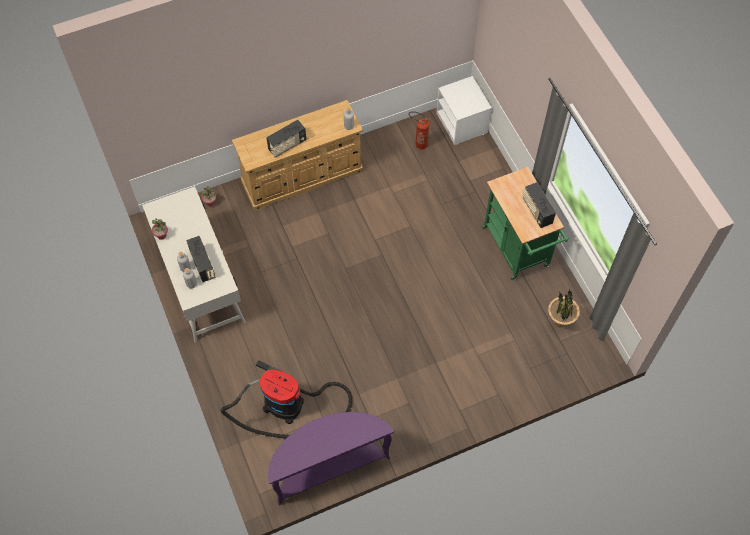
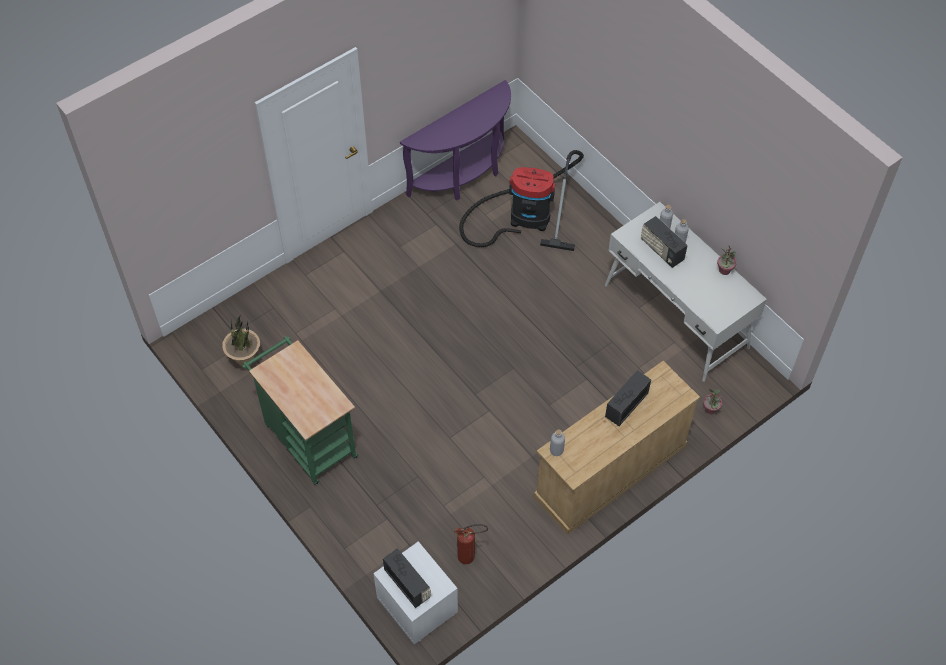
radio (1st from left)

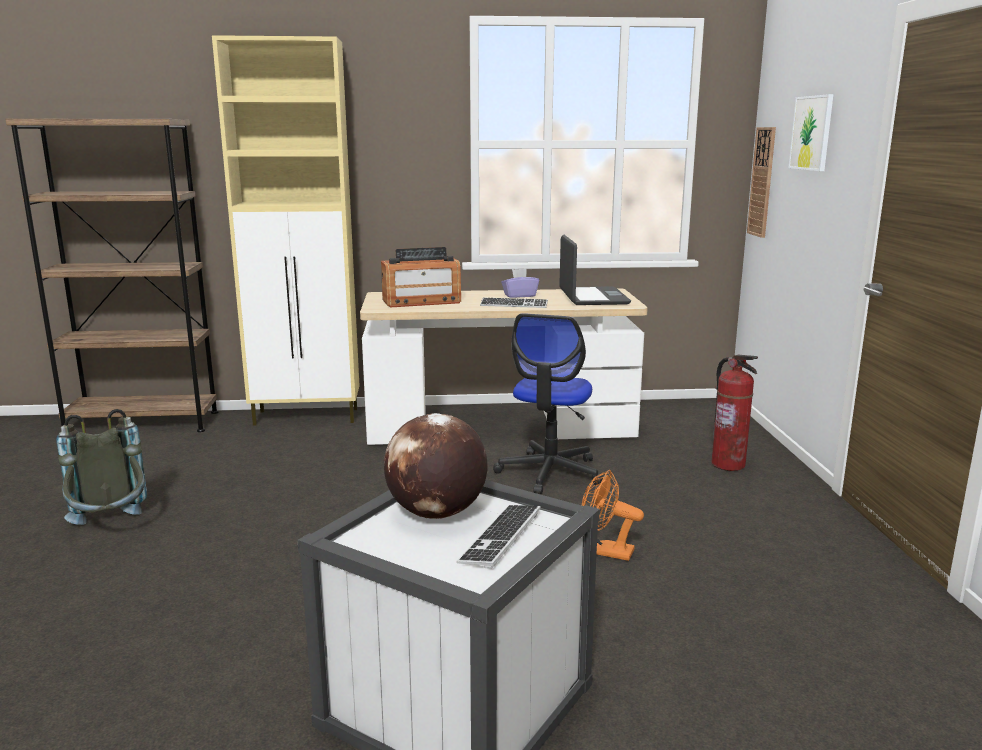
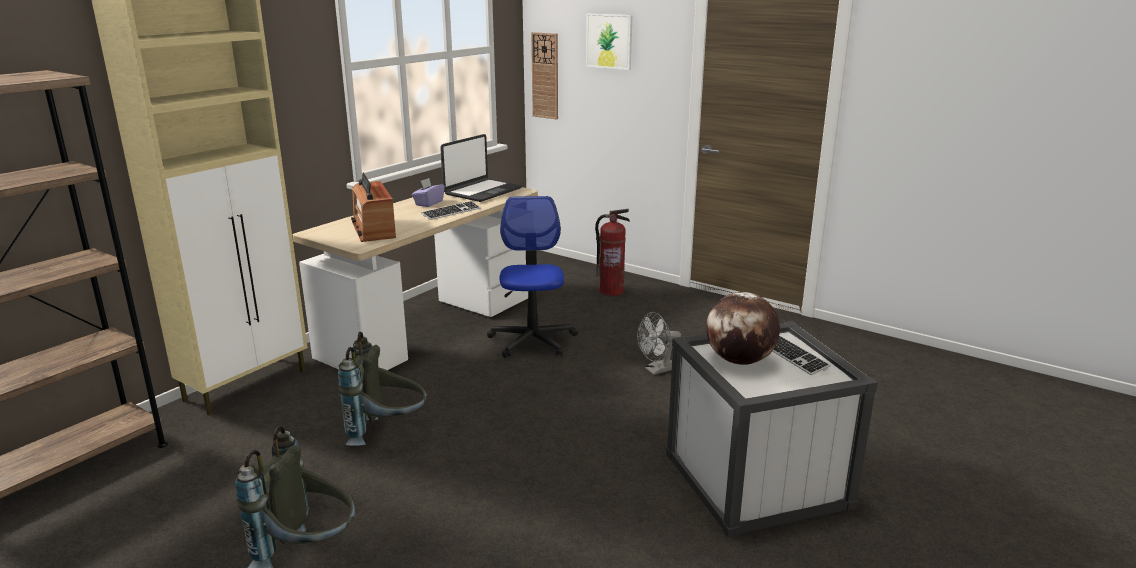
ordinateur portable
radio
chaise de bureau
ventilateur [gris]
sac à dos [gris] (2nd from left)

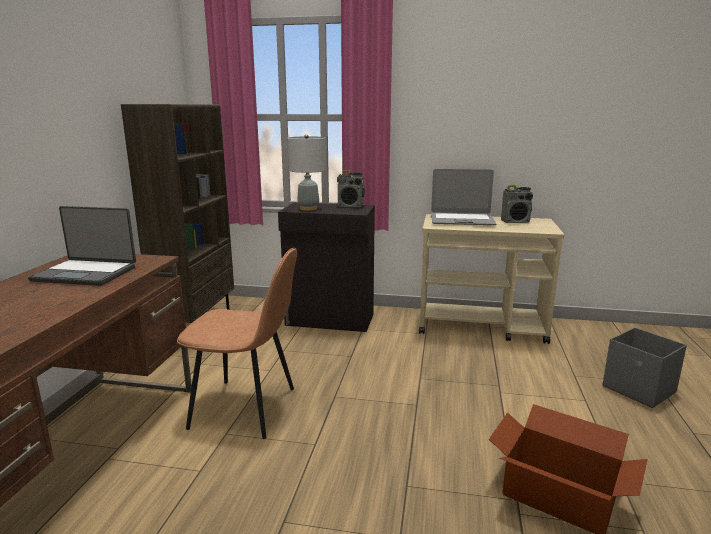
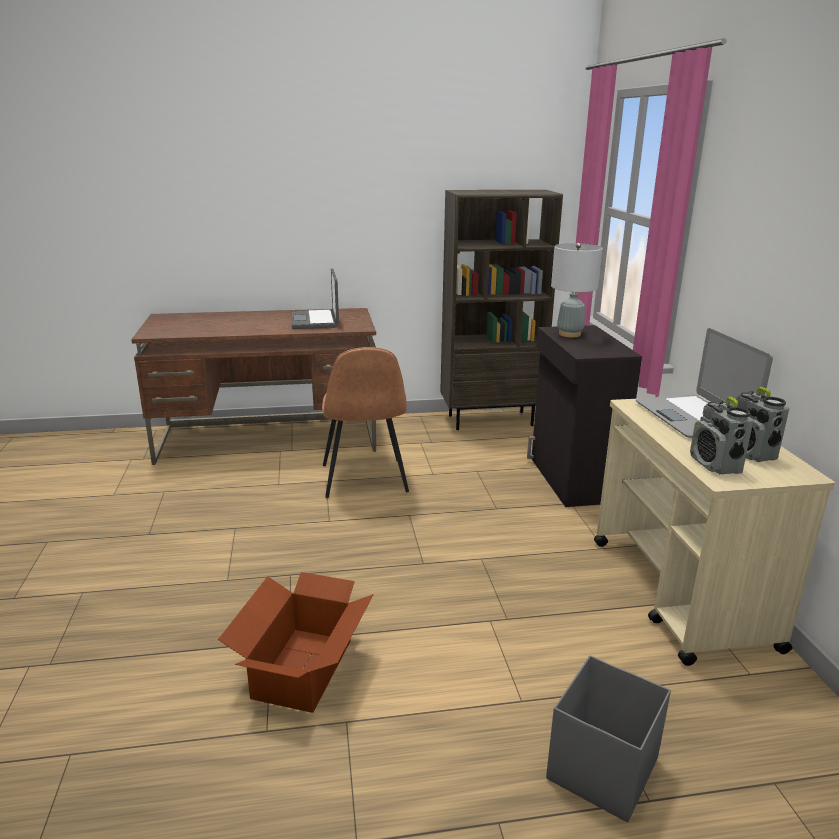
radio (1st from left)

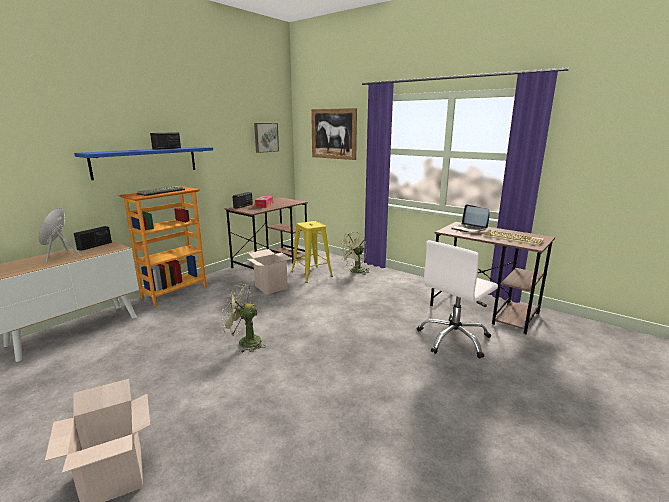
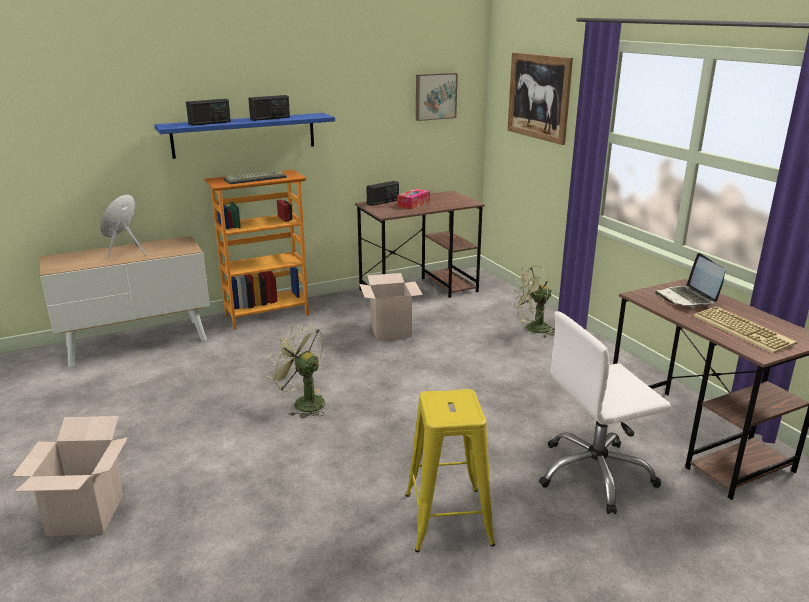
tabouret [jaune]
radio (1st from left)

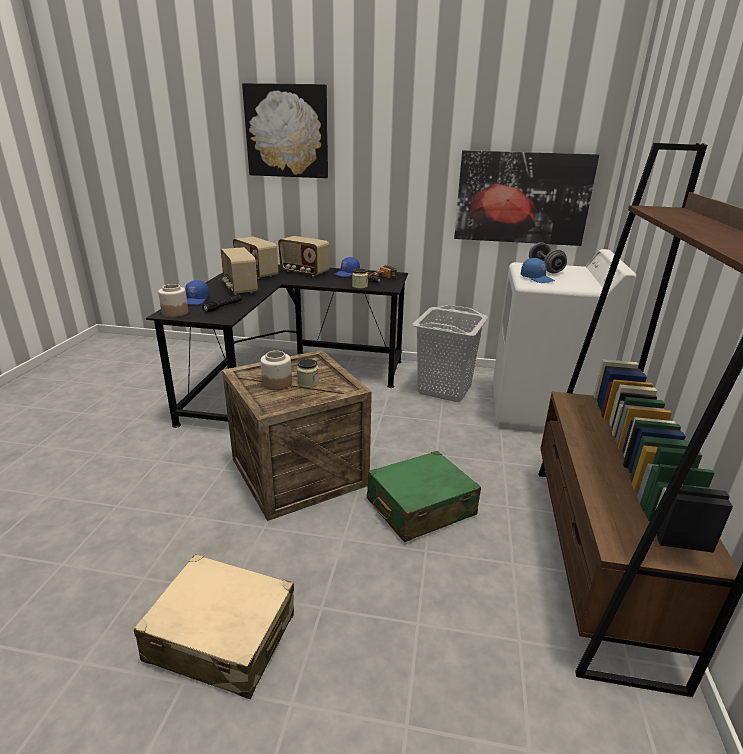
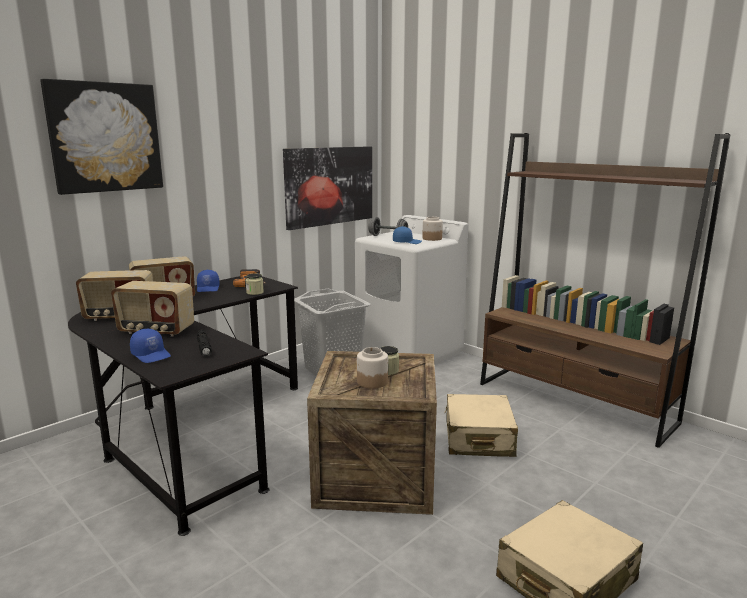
bocal (4th from left)
valise [beige] (1st from left)

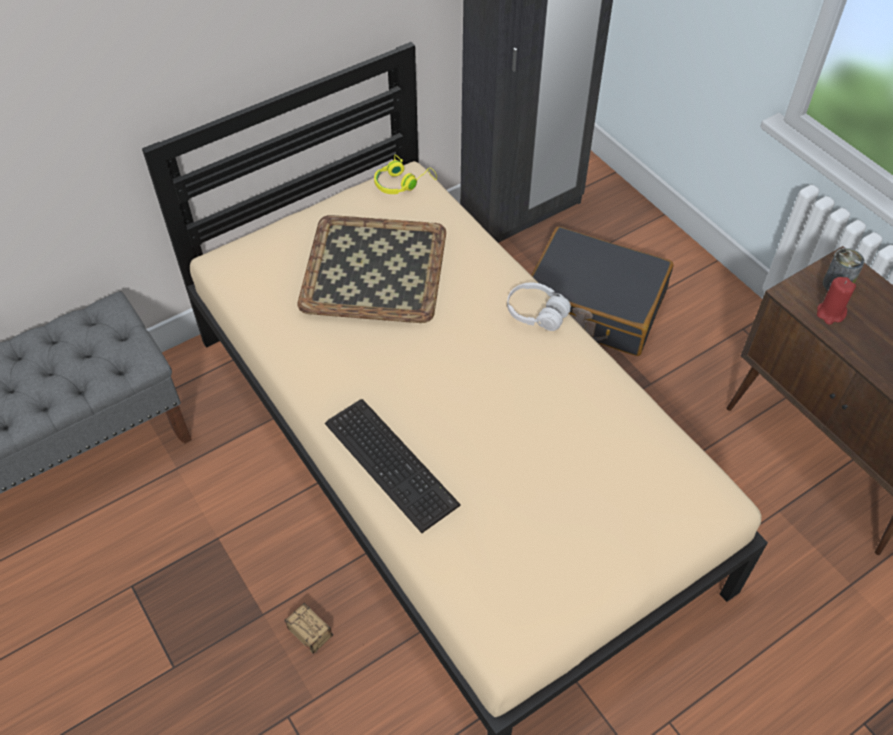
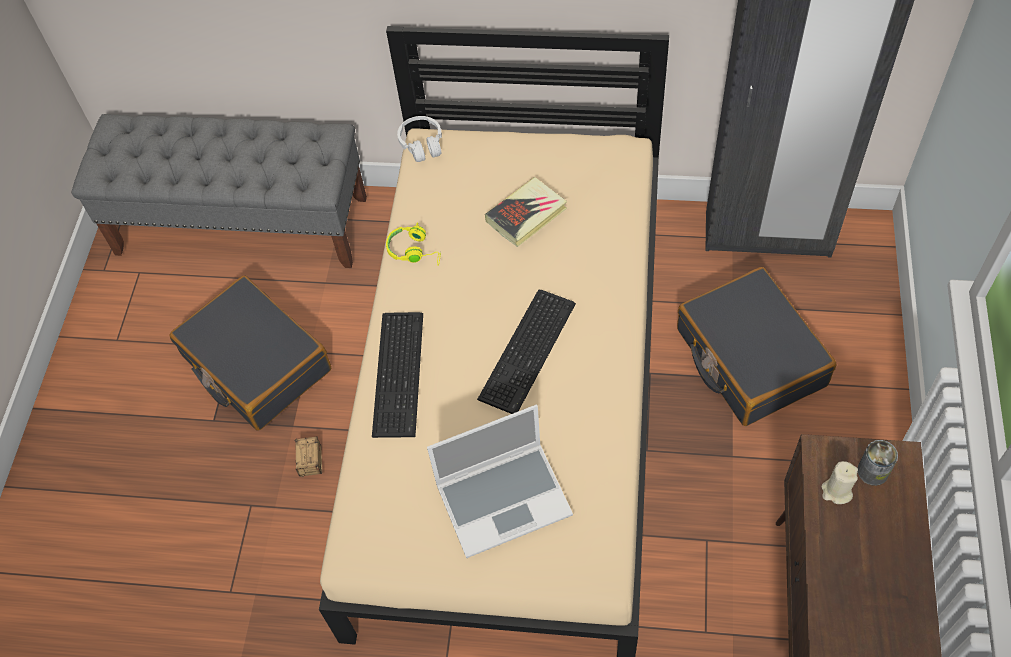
casque audio [jaune]
livre
bougie [beige]
casque audio [blanc]
valise [noir] (1st from left)
clavier (2nd from left)
ordinateur portable

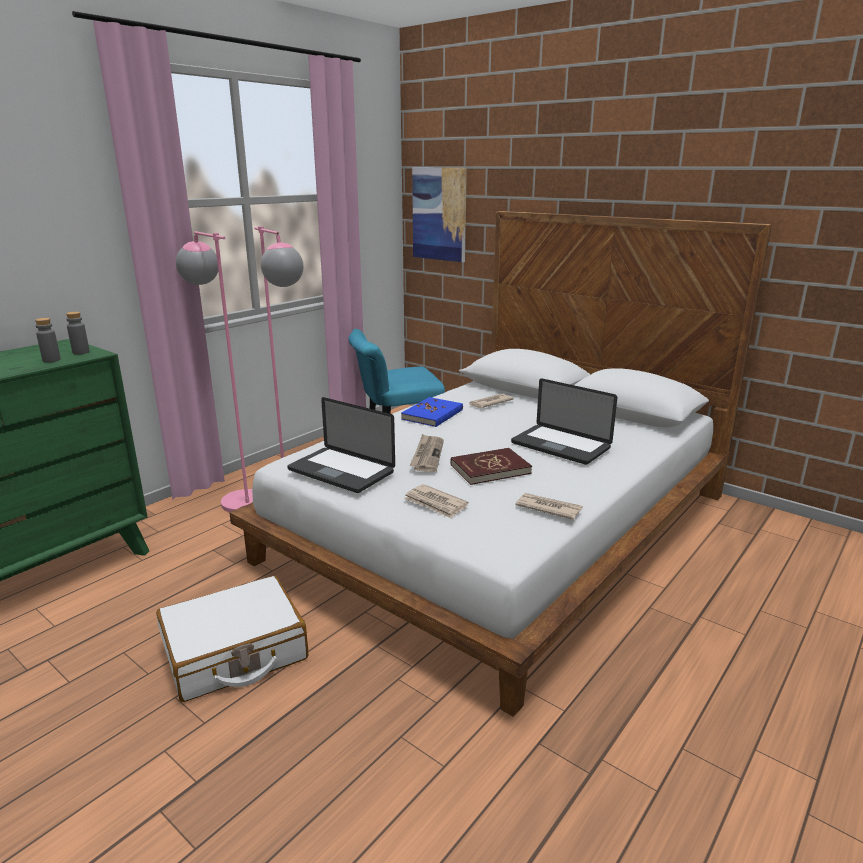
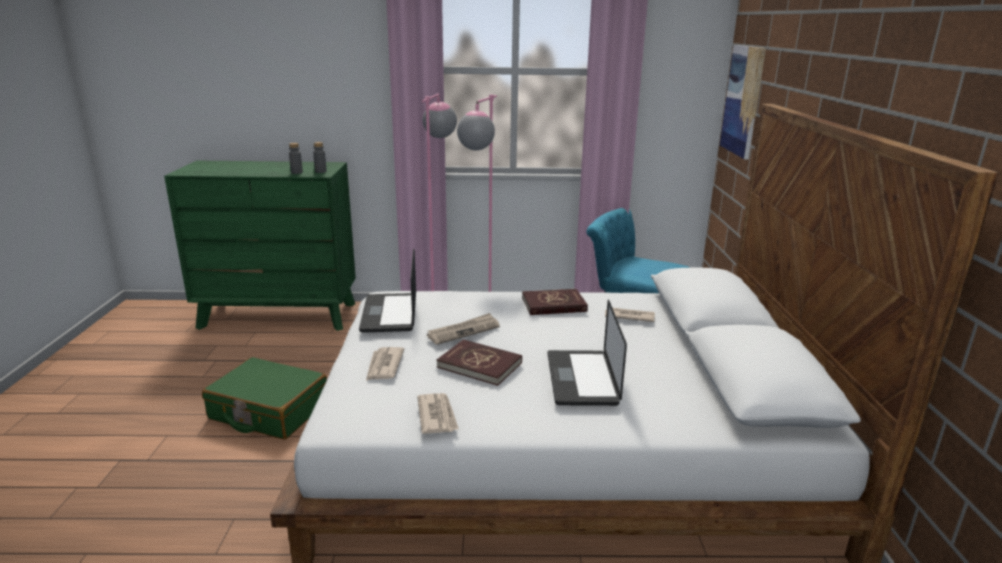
livre [rouge] (2nd from left)
valise [vert]

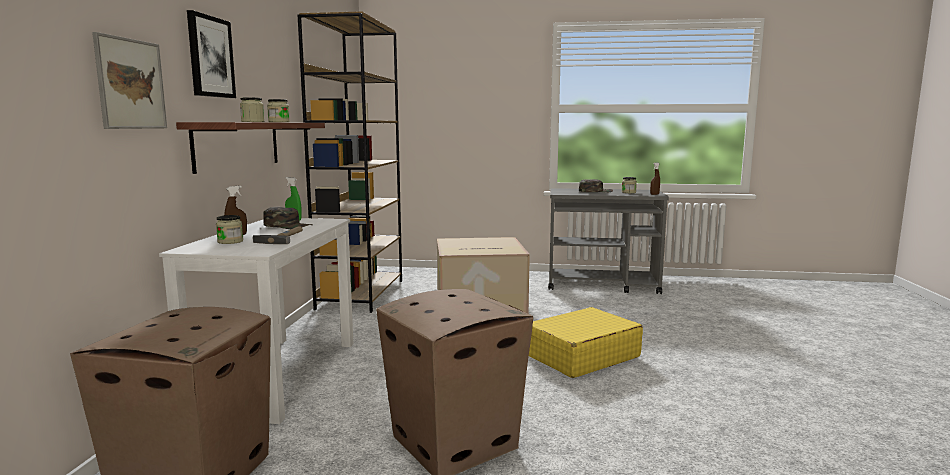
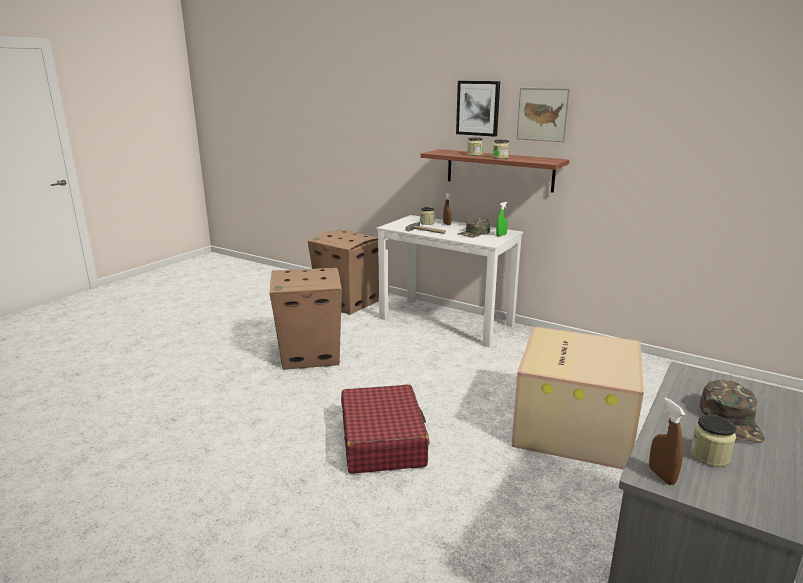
bibliothèque [marron]
tableau (2nd from left)
valise [rouge]

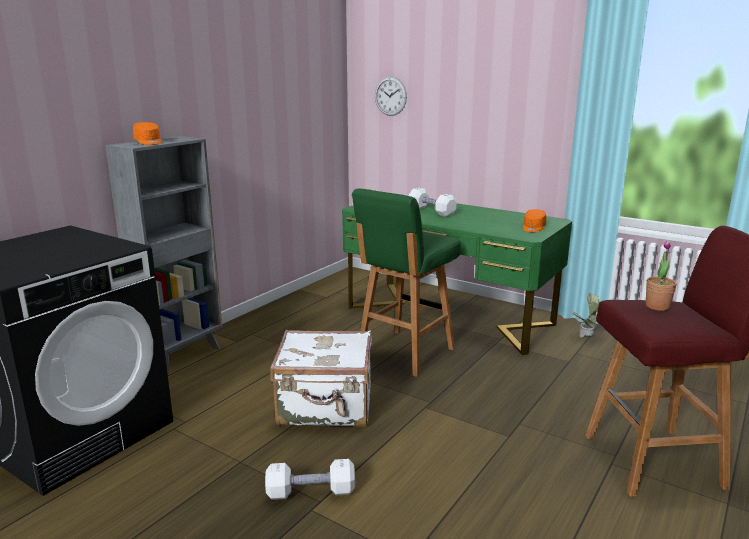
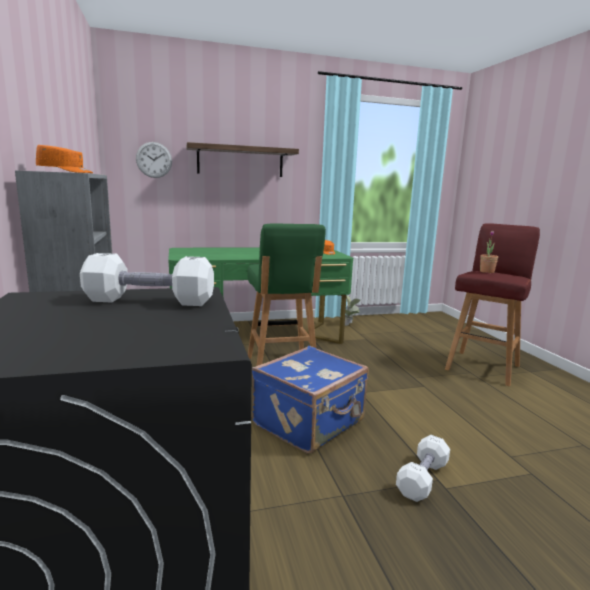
haltère [blanc] (1st from left)
valise [bleu]
étagère

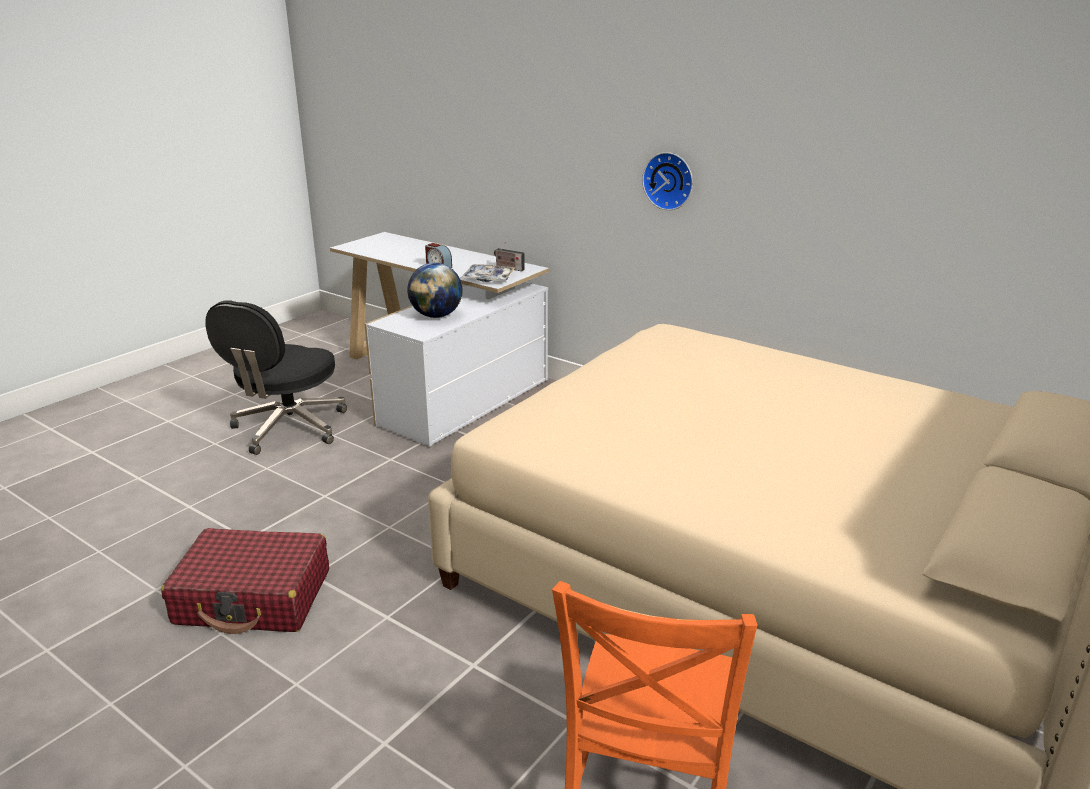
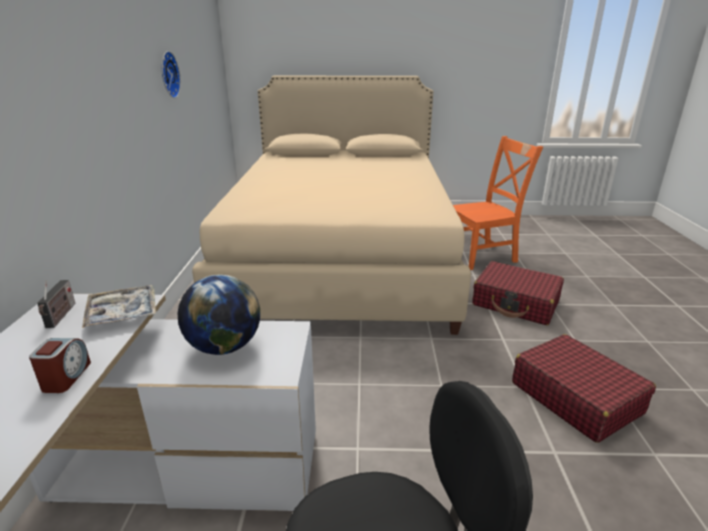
horloge murale
valise [rouge] (1st from left)

